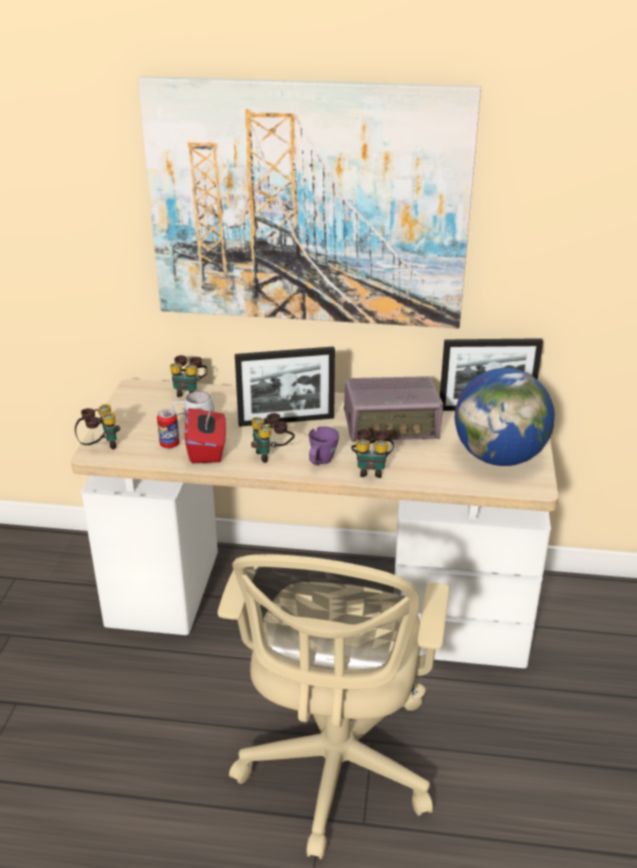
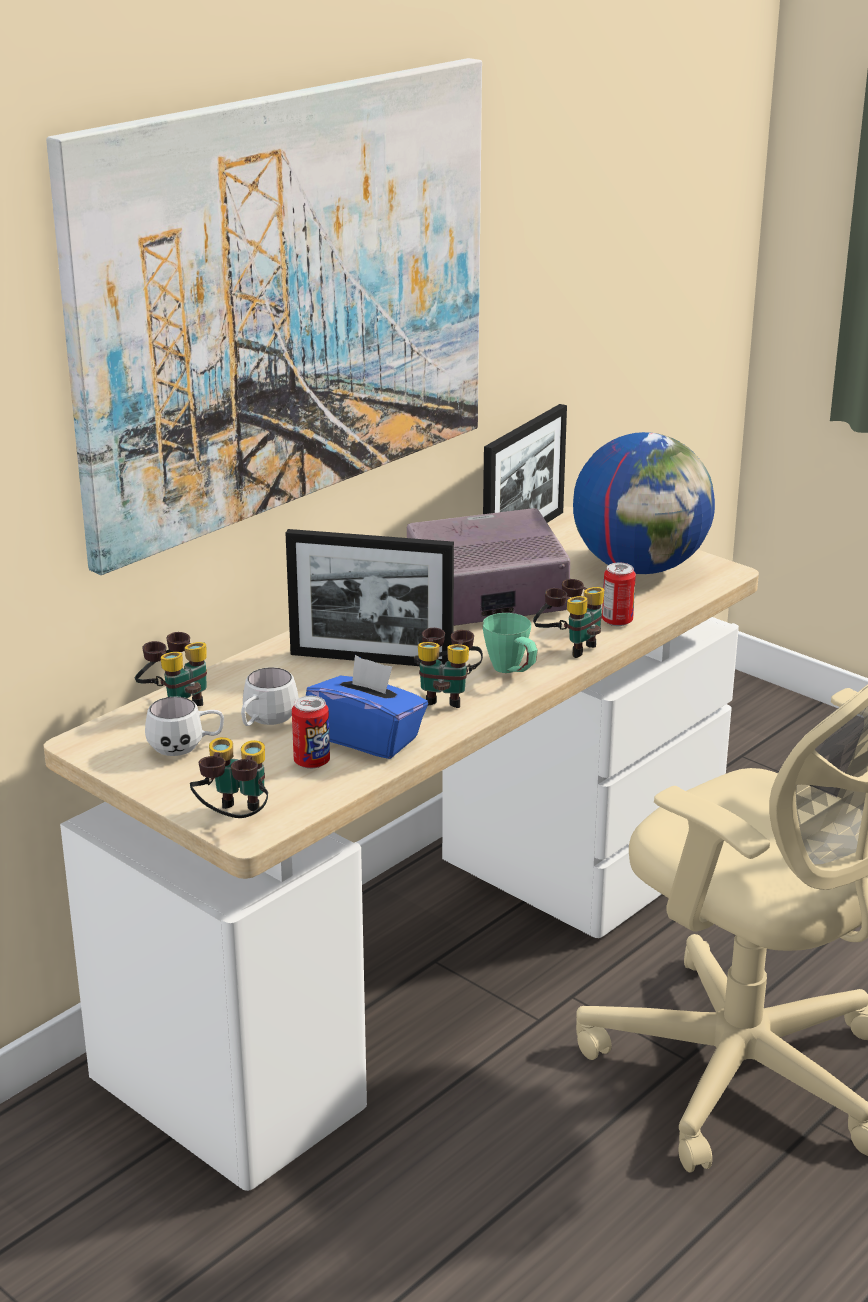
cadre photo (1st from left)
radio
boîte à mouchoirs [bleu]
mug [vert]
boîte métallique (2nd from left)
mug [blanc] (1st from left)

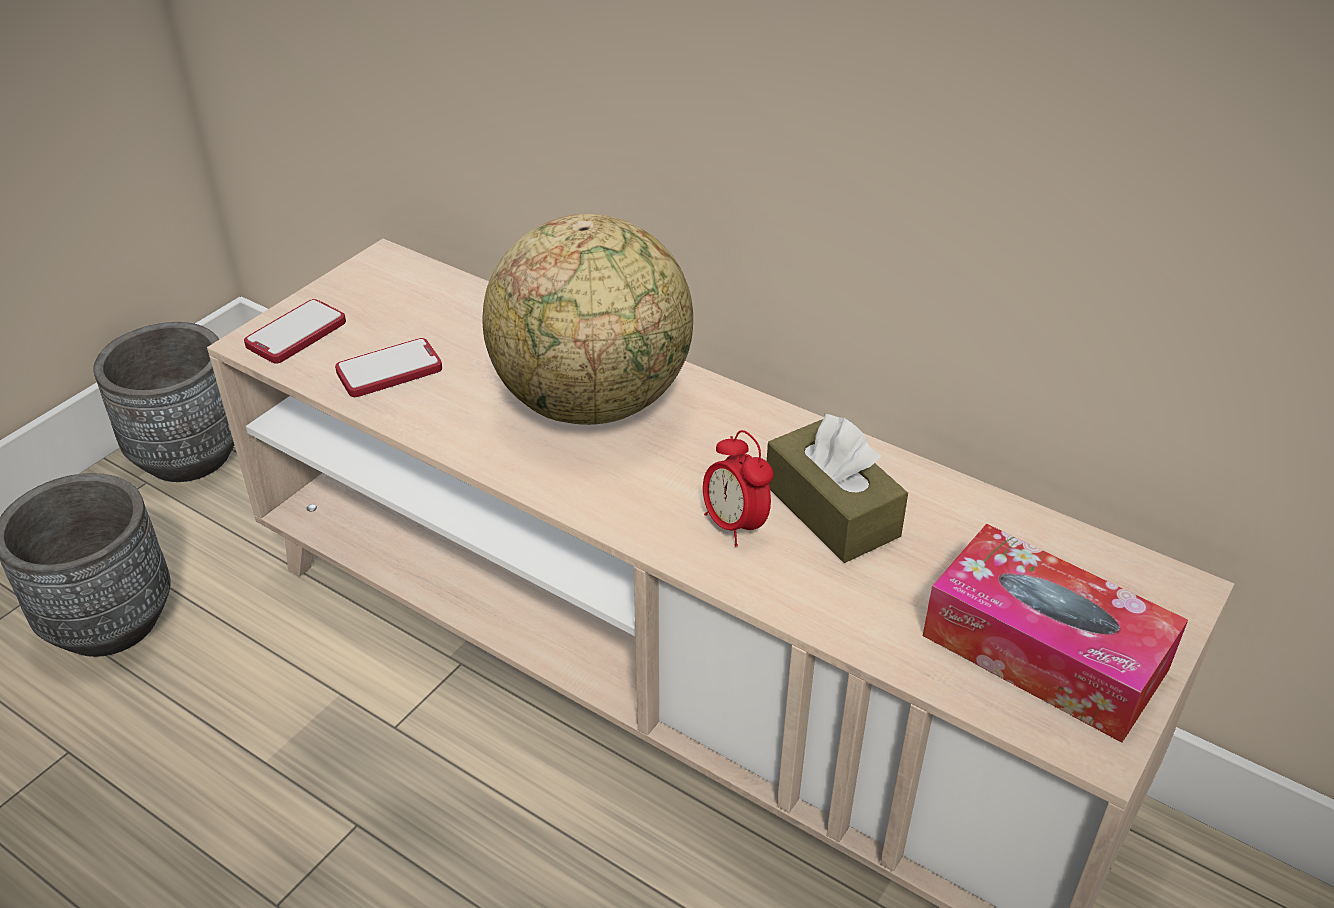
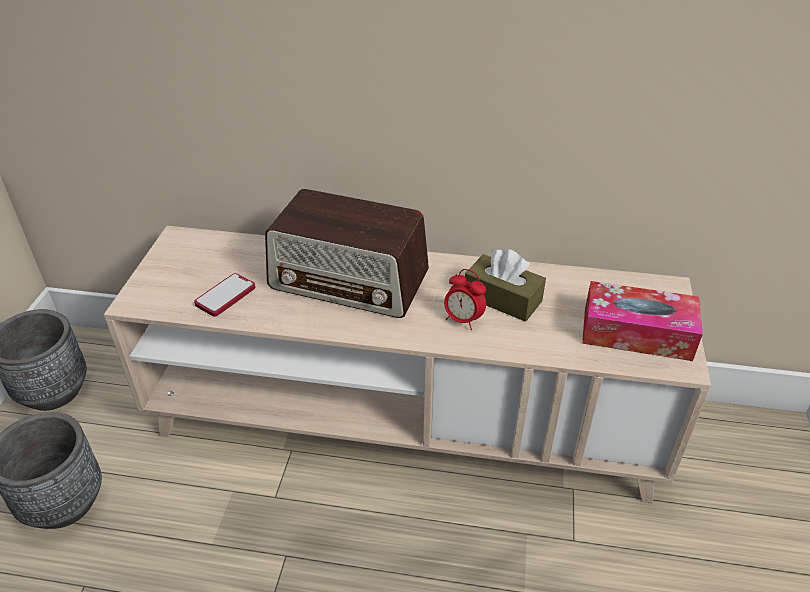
radio
téléphone (1st from left in the first image)

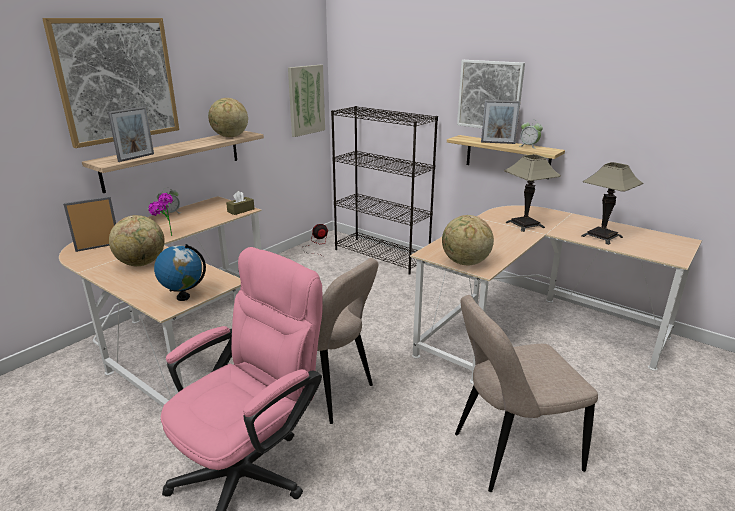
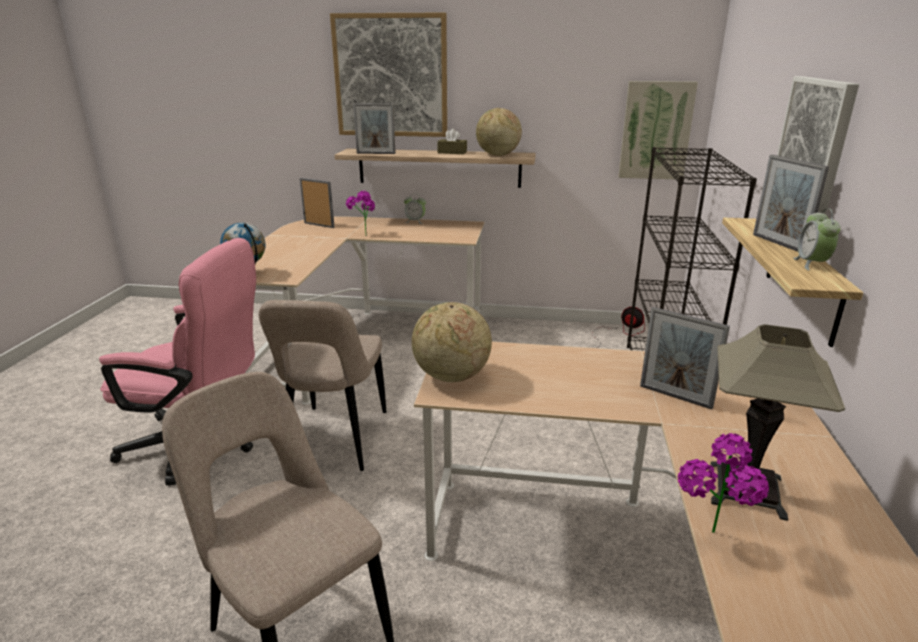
cadre photo (3rd from left)
boîte à mouchoirs [marron]
globe (1st from left in the first image)
plante en pot (2nd from left)

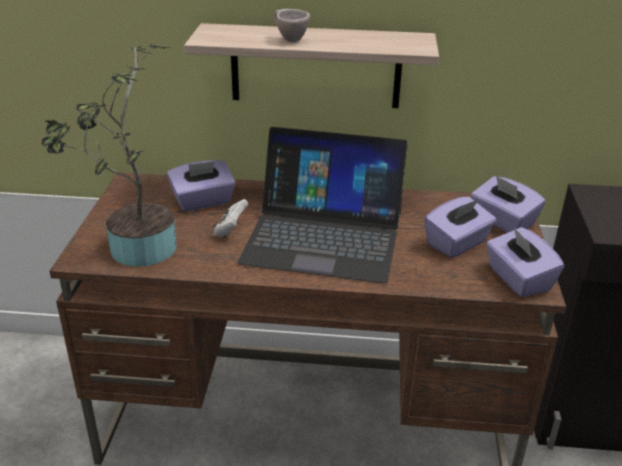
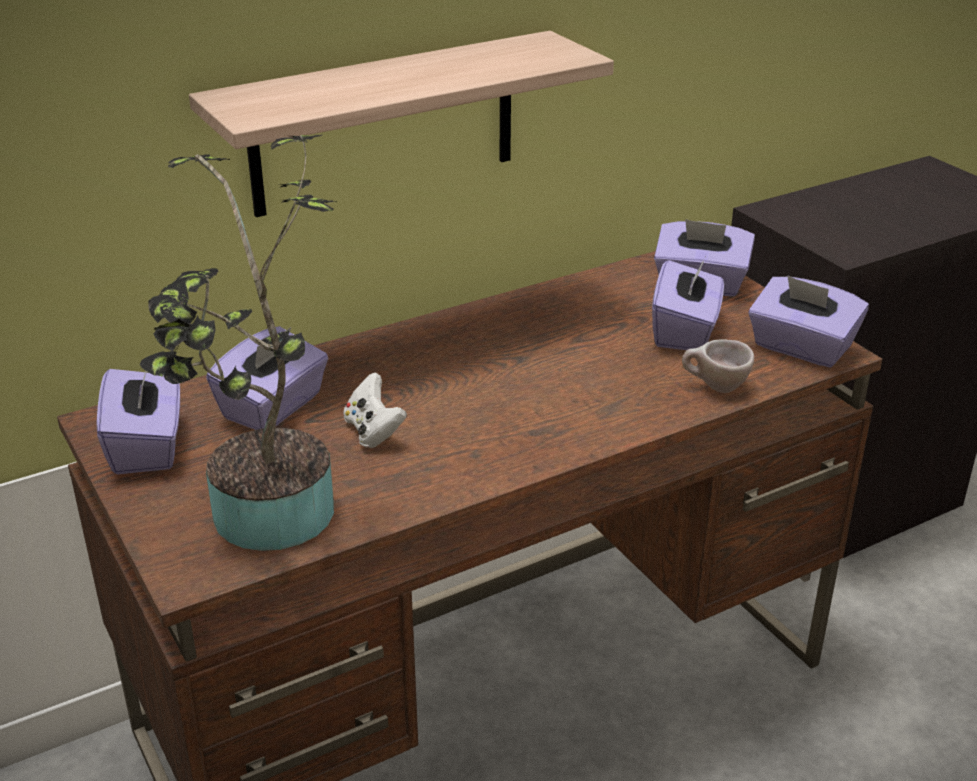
tasse [beige]
ordinateur portable
boîte à mouchoirs [violet] (1st from left)

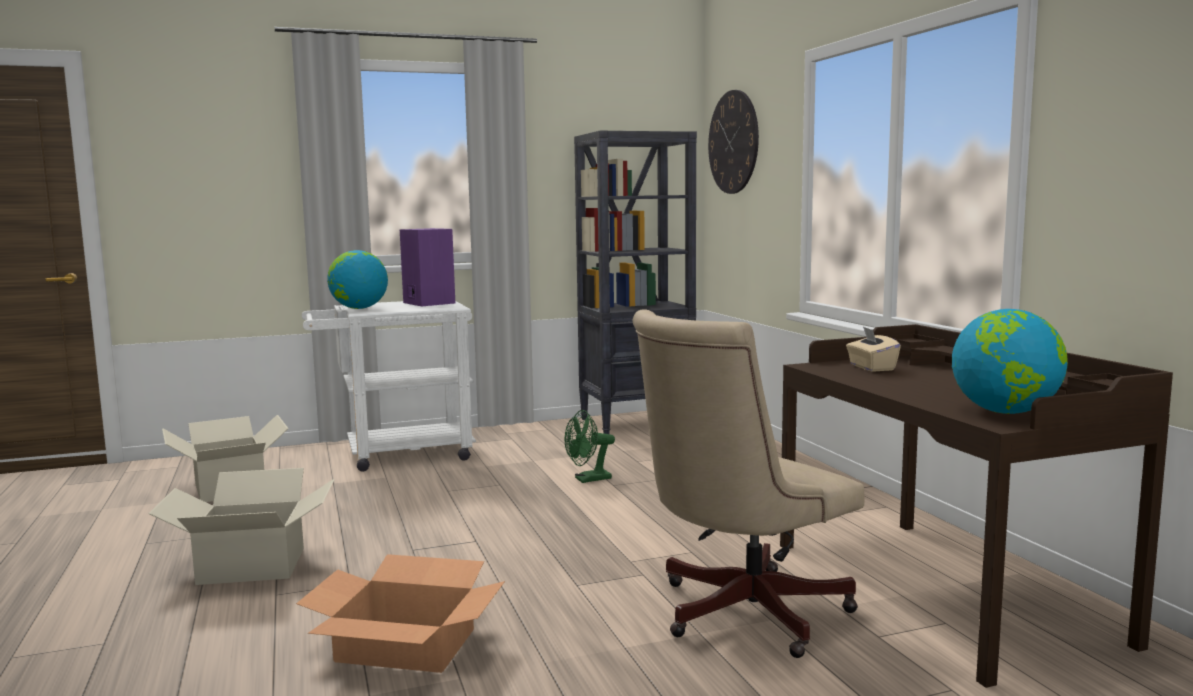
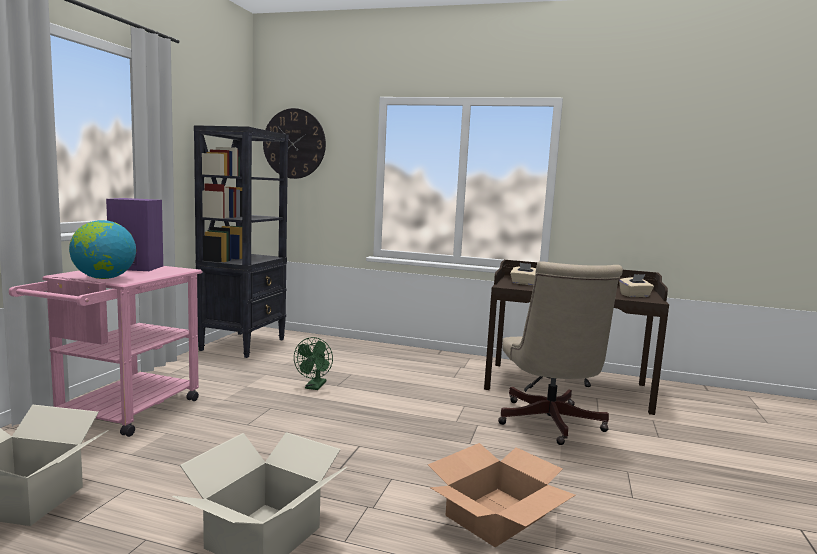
chariot [rose]
boîte à mouchoirs [beige] (2nd from left)

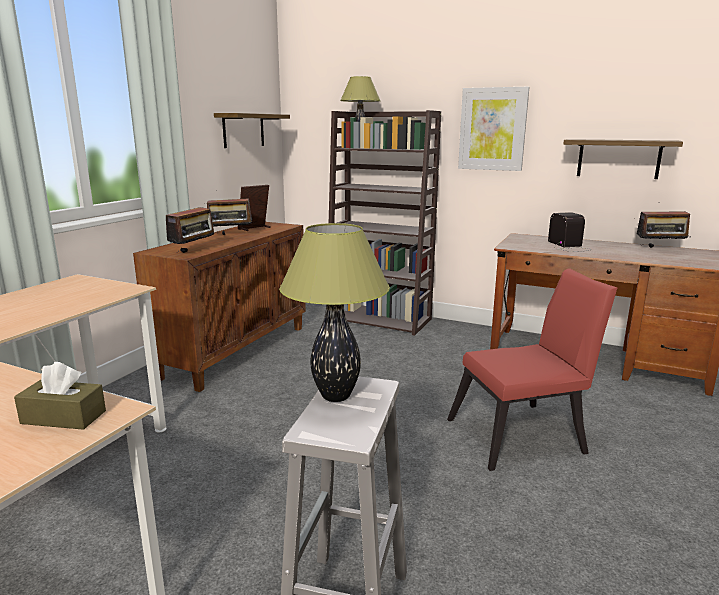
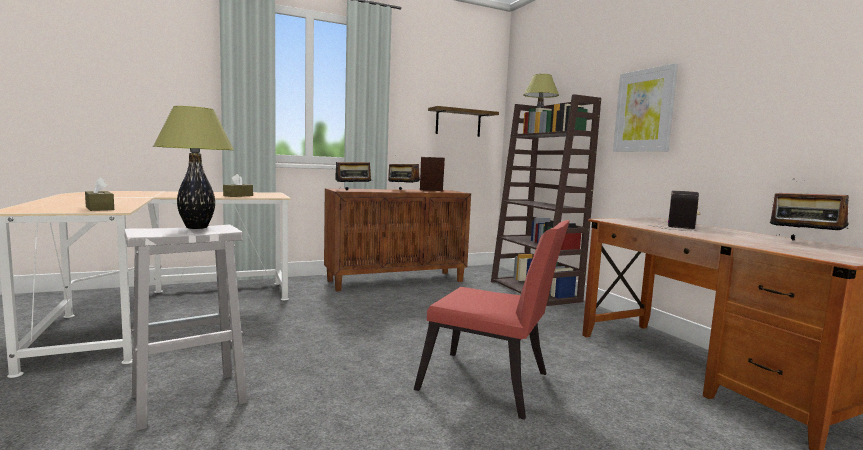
étagère (2nd from left in the first image)
boîte à mouchoirs [marron] (2nd from left)

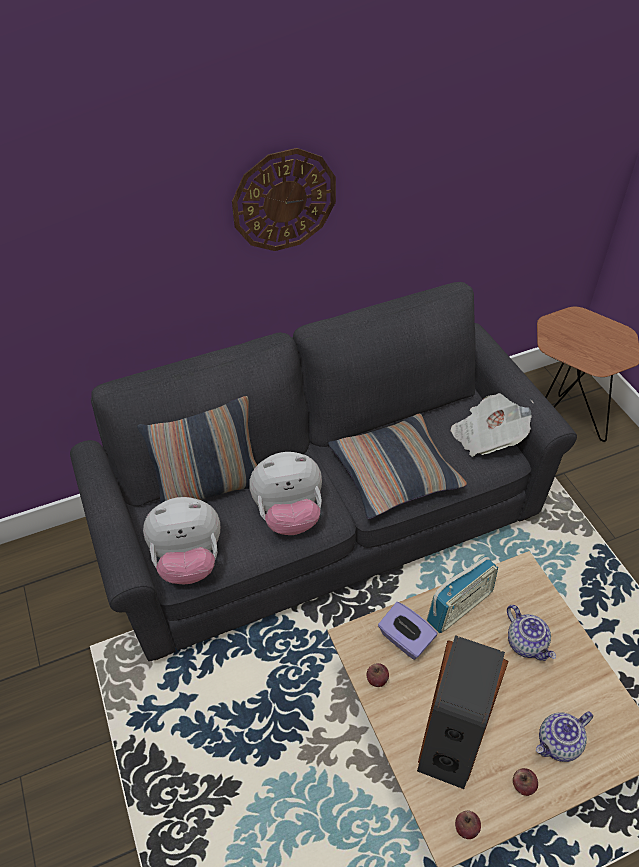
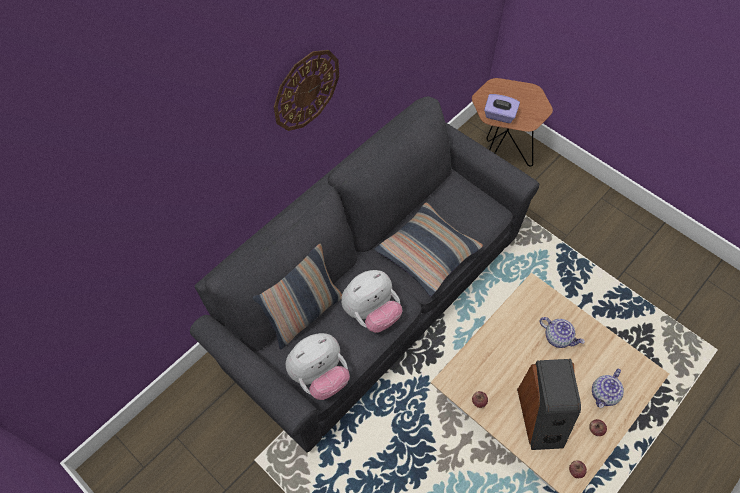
journal
radio
boîte à mouchoirs [violet]

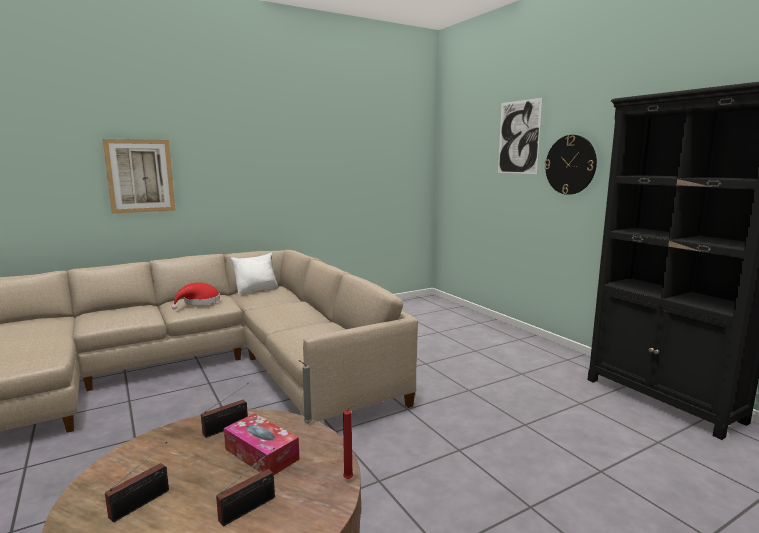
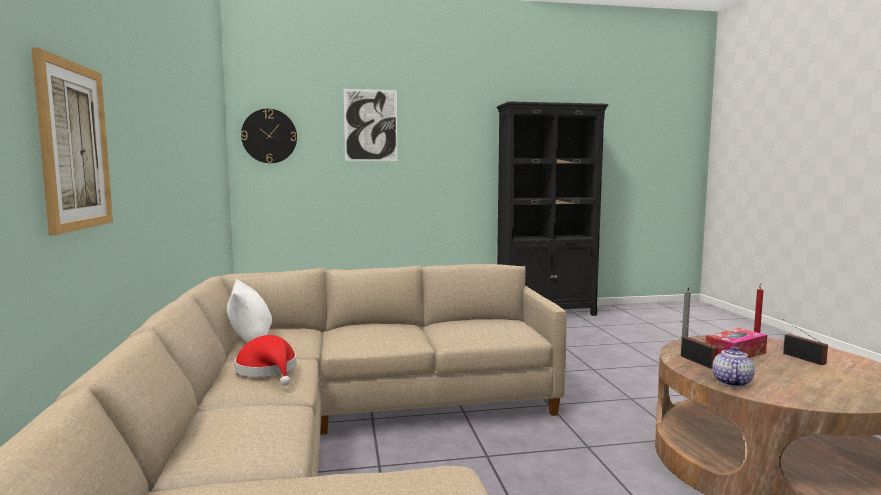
horloge murale
radio (1st from left in the first image)
théière

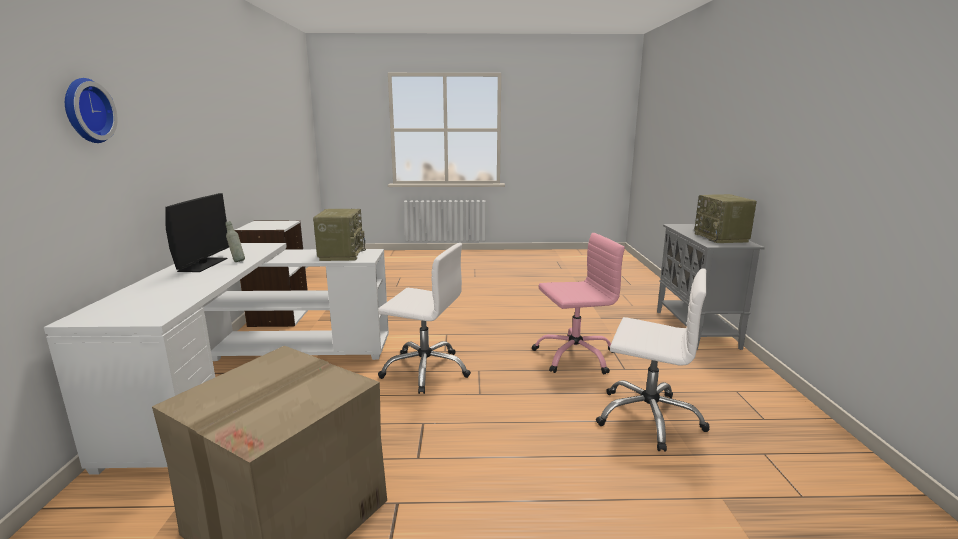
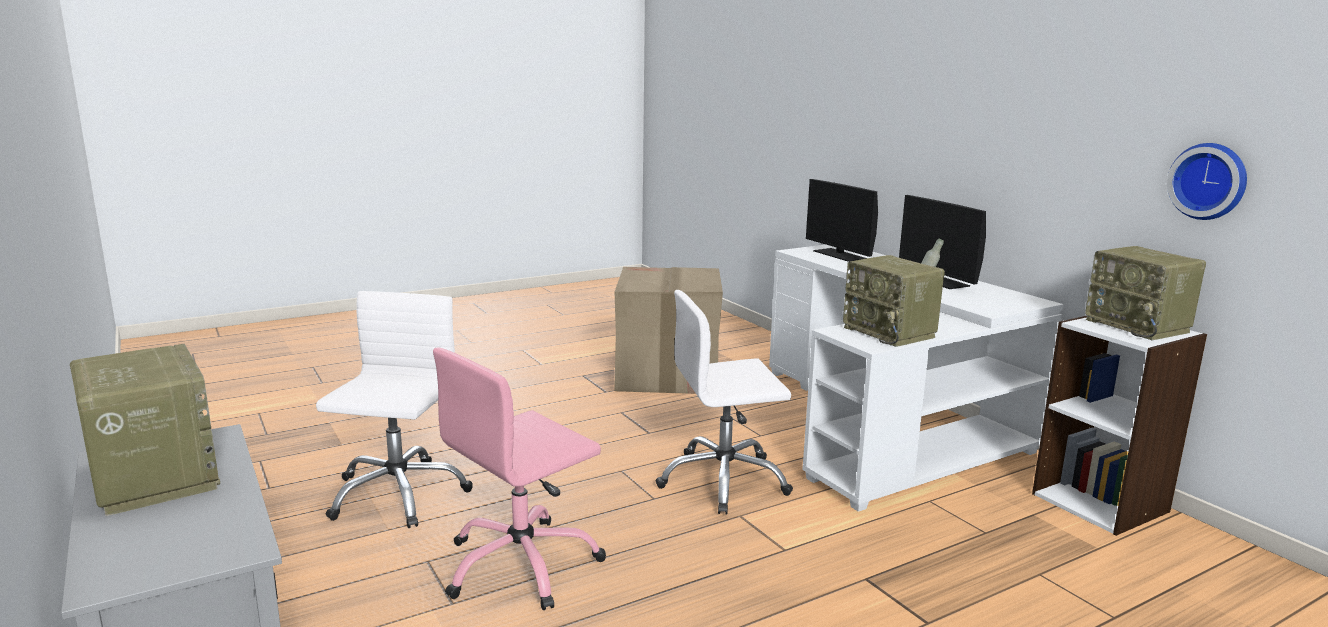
horloge murale
chaise de bureau [blanc] (1st from left)
écran d'ordinateur (1st from left)
radio (3rd from left)

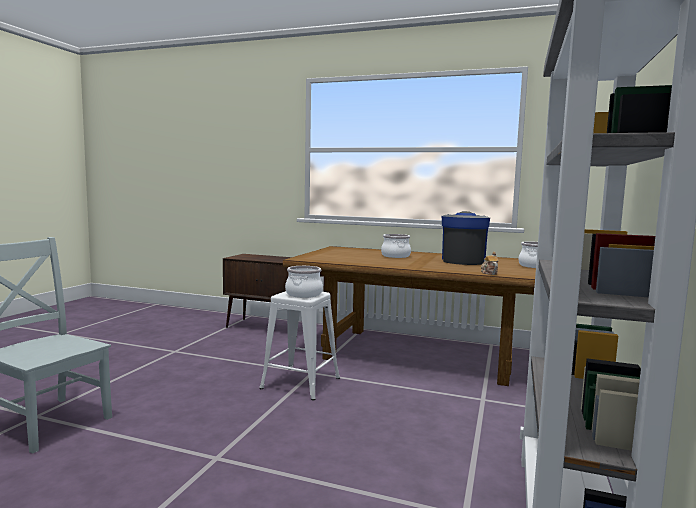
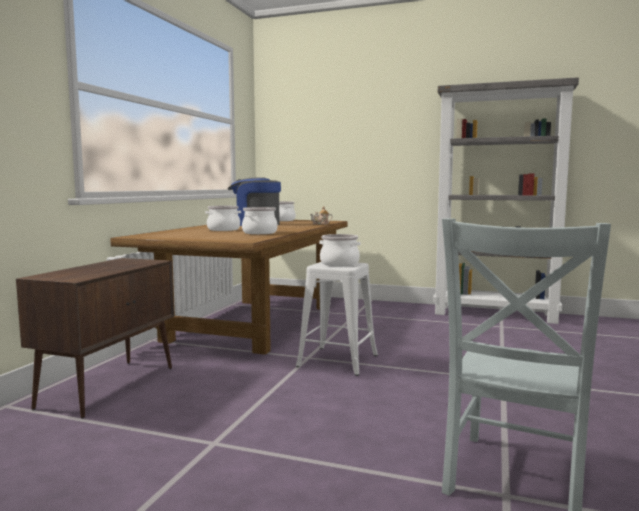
marmite (2nd from left)

